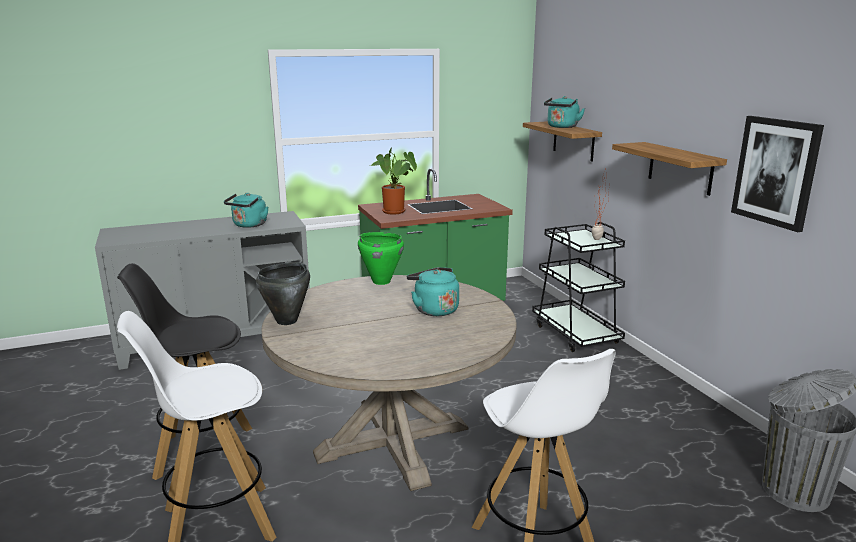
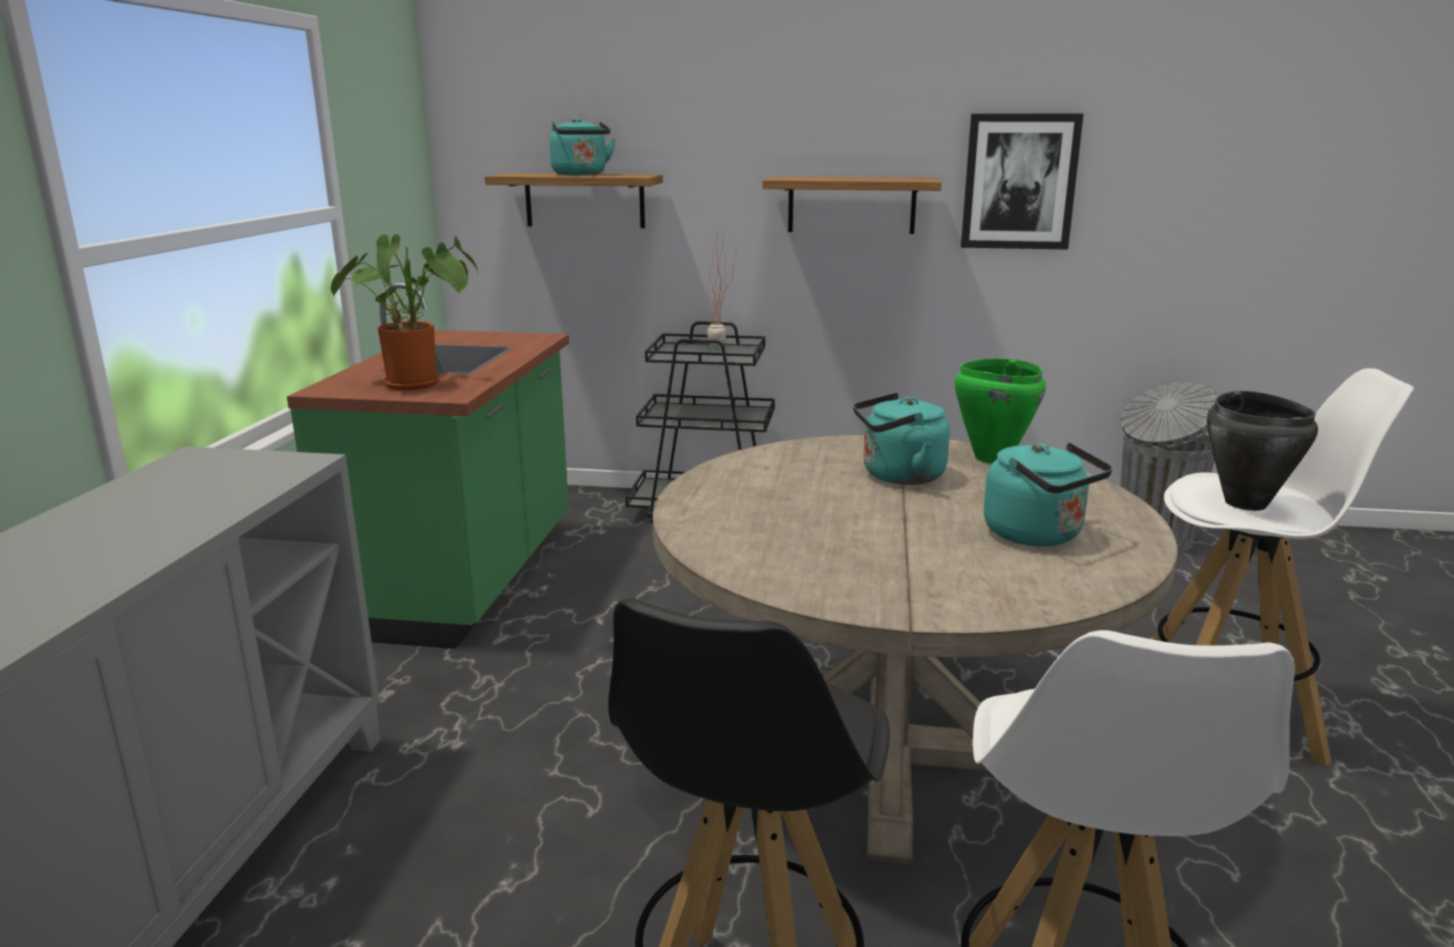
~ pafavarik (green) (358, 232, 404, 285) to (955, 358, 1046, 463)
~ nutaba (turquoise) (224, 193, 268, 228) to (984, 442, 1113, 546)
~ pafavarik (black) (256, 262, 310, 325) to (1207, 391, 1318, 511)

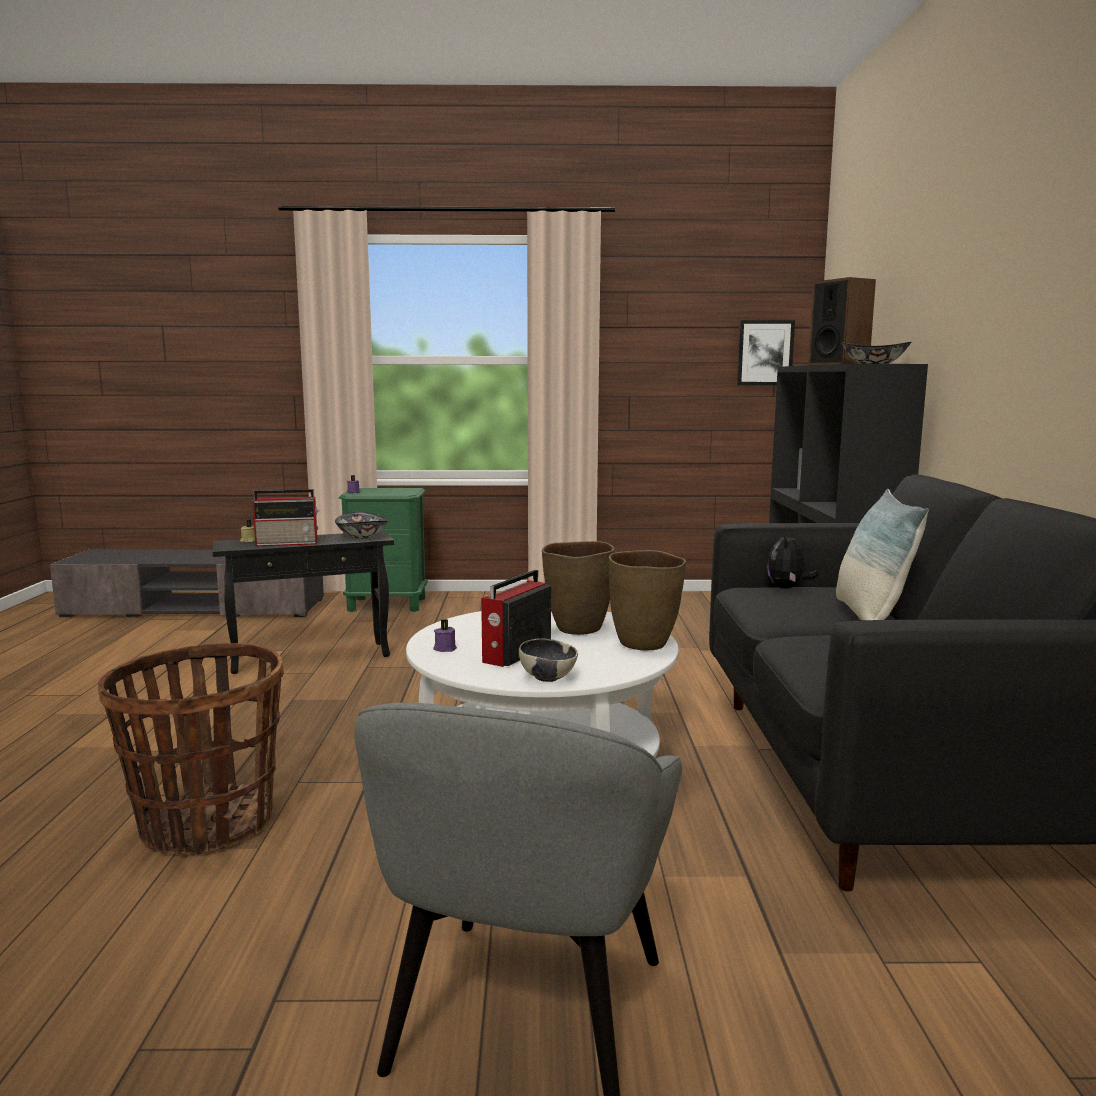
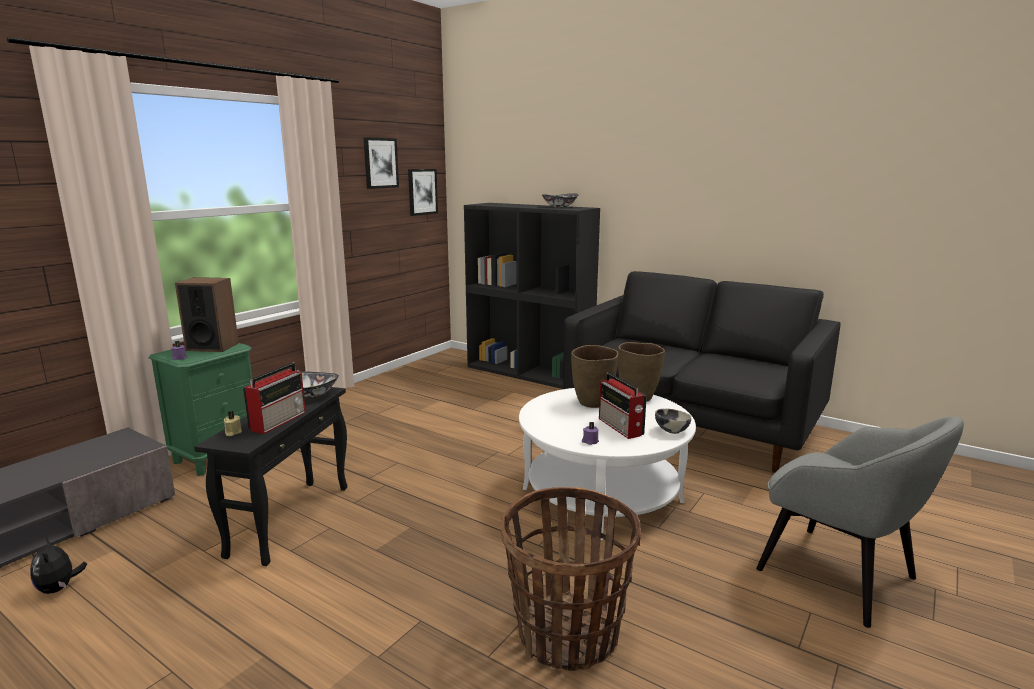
~ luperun (767, 531, 818, 589) to (30, 538, 87, 594)
~ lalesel (808, 277, 876, 365) to (175, 277, 239, 352)
+ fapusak (363, 137, 399, 189)
- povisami (836, 489, 929, 620)

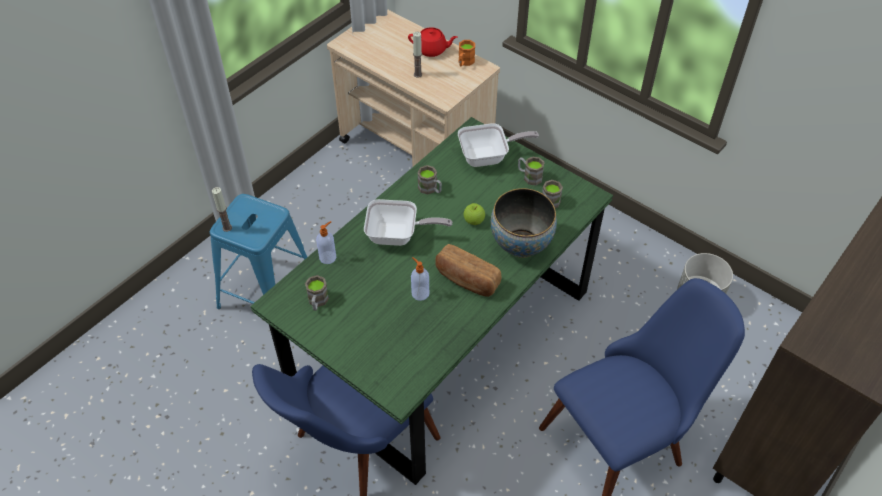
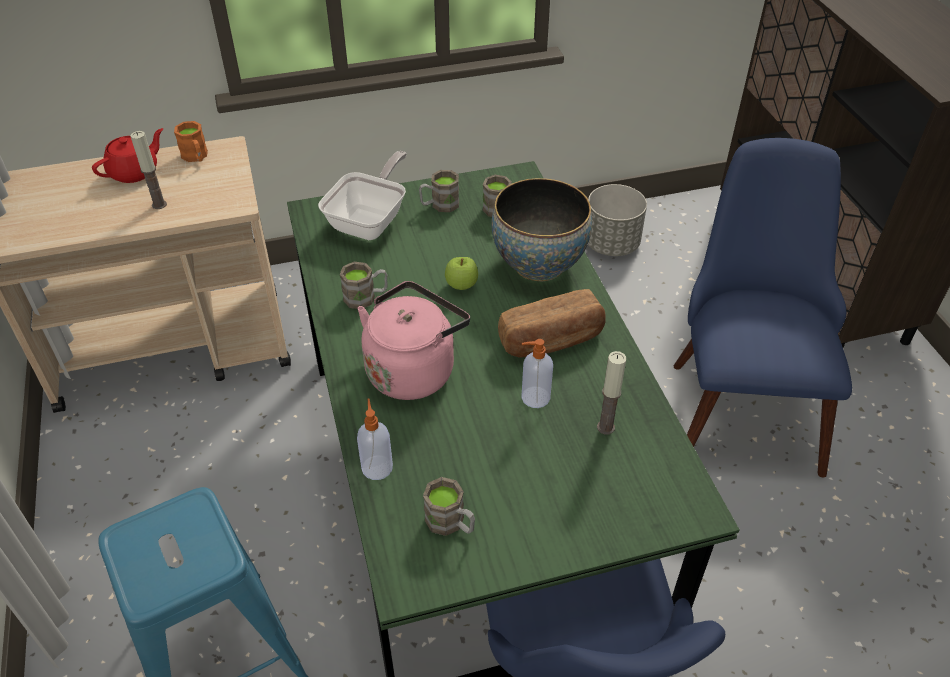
~ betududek (364, 199, 452, 246) to nutaba (pink) (357, 281, 470, 400)
~ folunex (212, 187, 232, 232) to (597, 351, 626, 435)

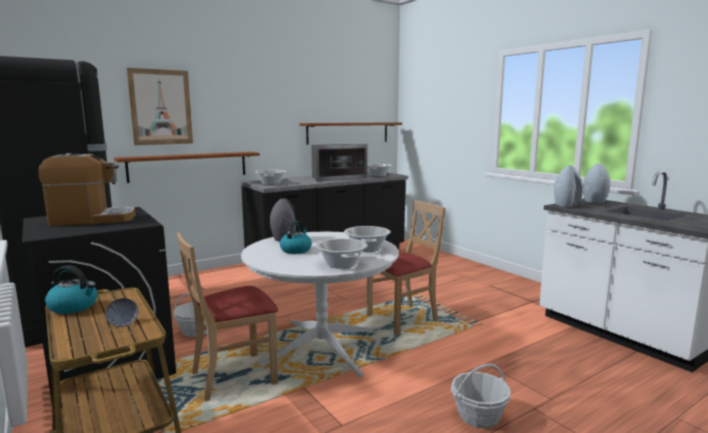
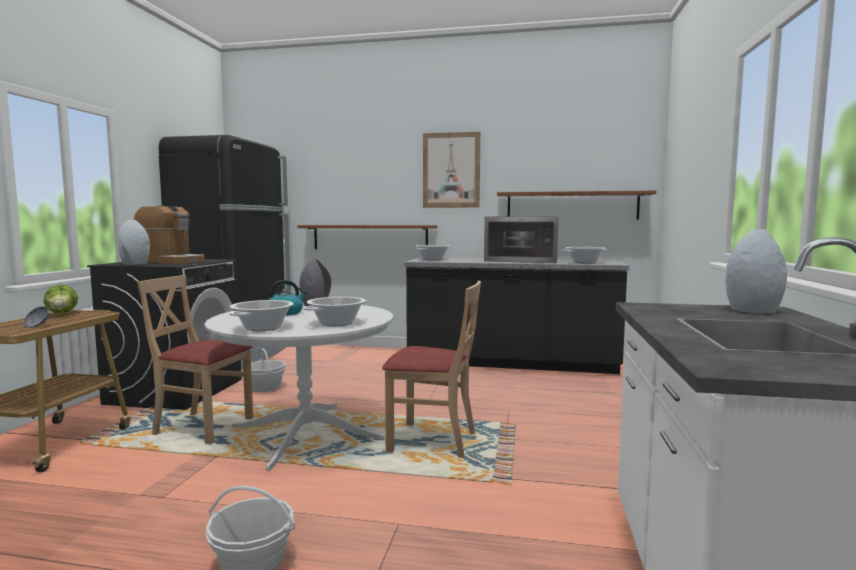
~ nutaba (45, 265, 98, 314) to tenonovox (44, 285, 78, 313)
~ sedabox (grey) (554, 166, 583, 207) to (118, 220, 150, 265)
~ fapusak (127, 68, 193, 145) to (423, 132, 480, 208)

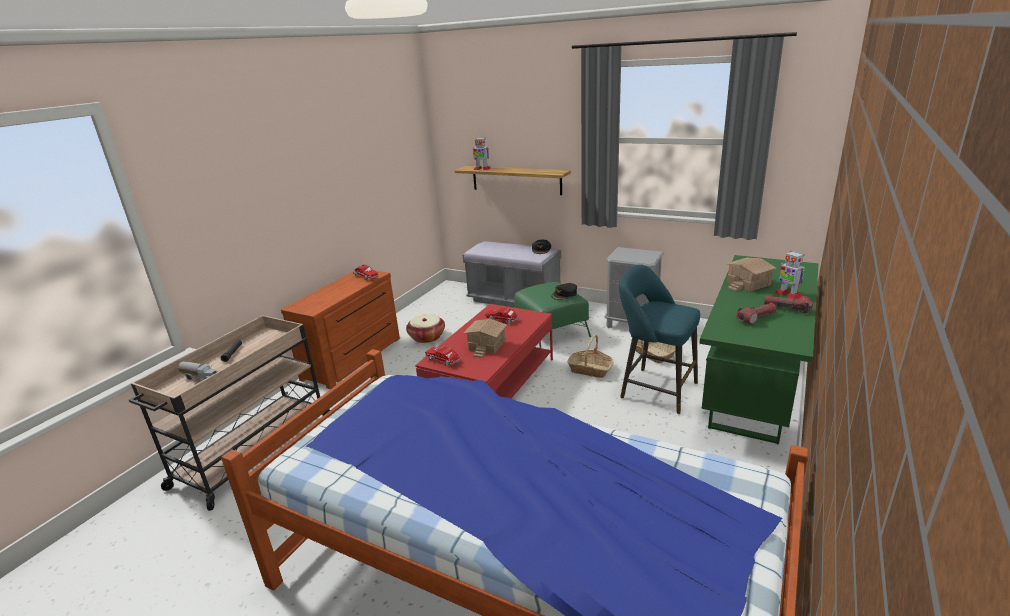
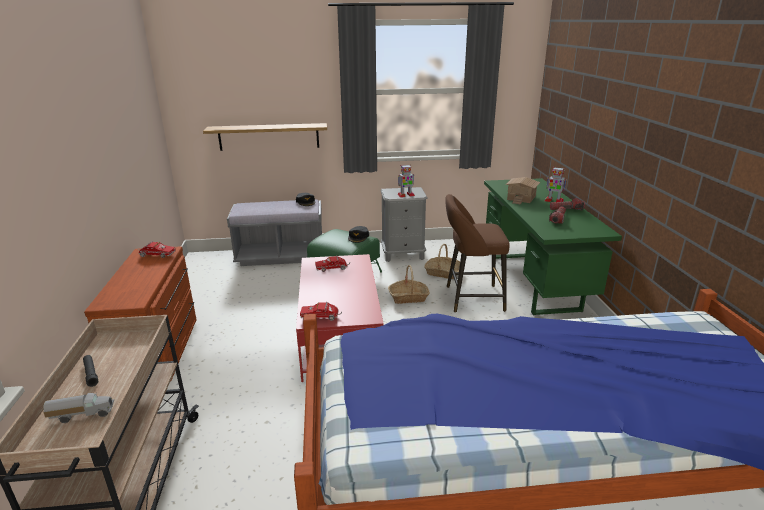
~ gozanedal (473, 137, 491, 170) to (397, 164, 415, 197)
~ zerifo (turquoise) (619, 264, 700, 414) to zerifo (brown) (445, 194, 510, 313)
- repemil (406, 314, 445, 343)
- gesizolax (464, 319, 507, 358)

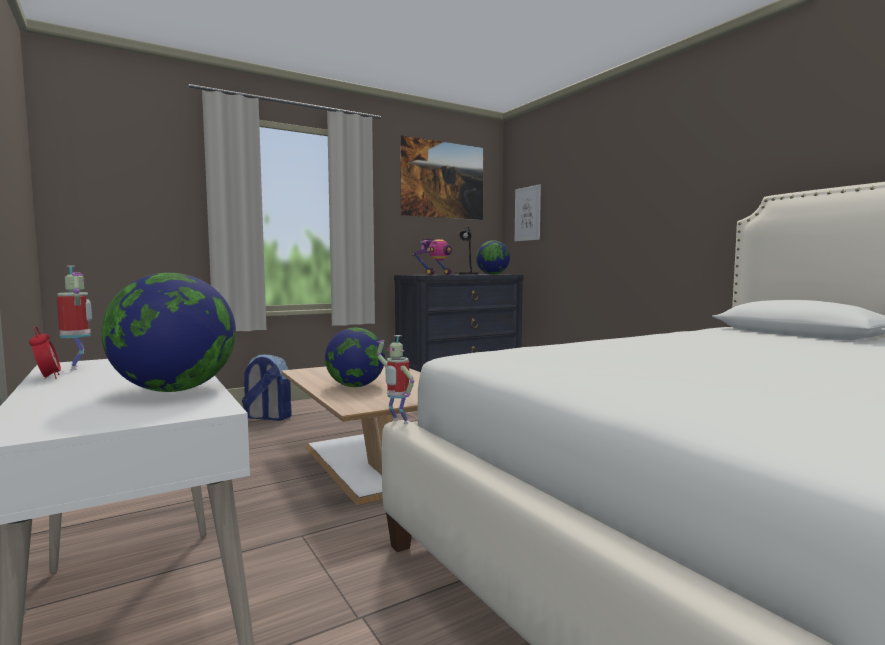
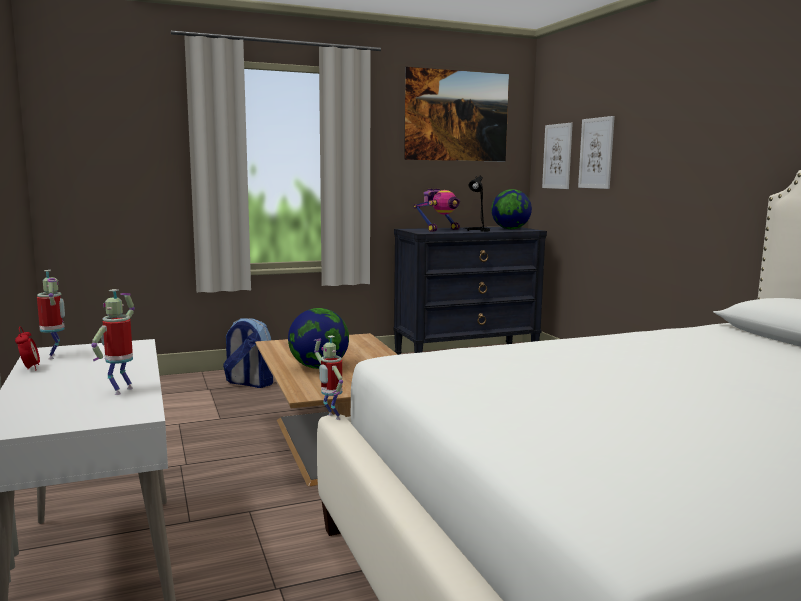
~ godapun (101, 273, 236, 392) to gozanedal (91, 289, 135, 395)
+ fapusak (578, 116, 615, 189)

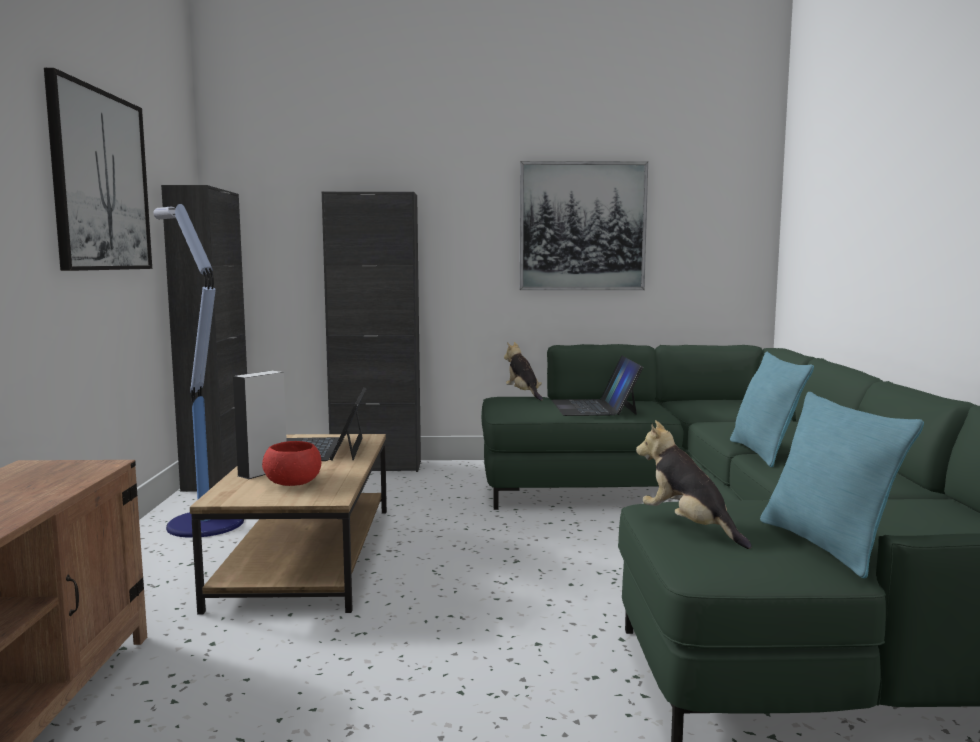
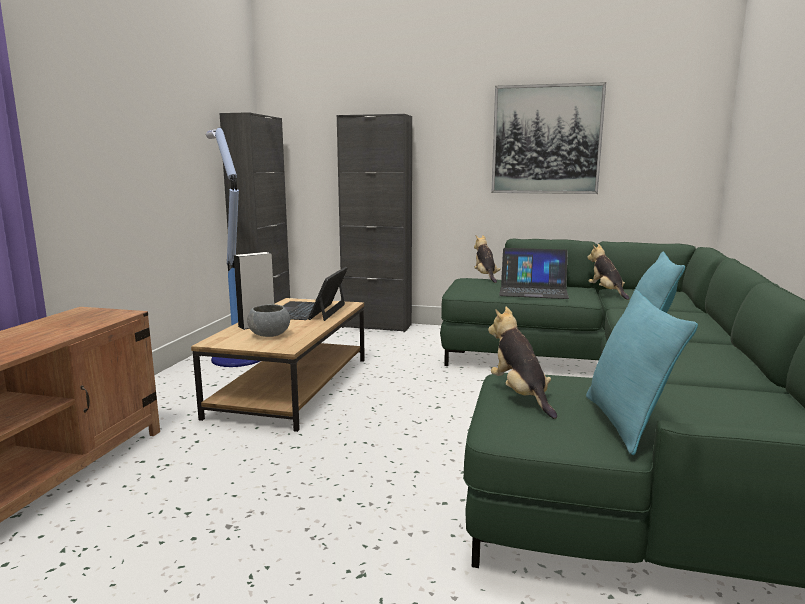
~ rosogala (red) (262, 441, 321, 486) to rosogala (grey) (247, 304, 290, 337)
~ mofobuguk (552, 356, 643, 416) = (499, 248, 569, 299) 90 degrees counterclockwise
+ luperun (587, 244, 629, 300)
- fapusak (44, 68, 152, 271)

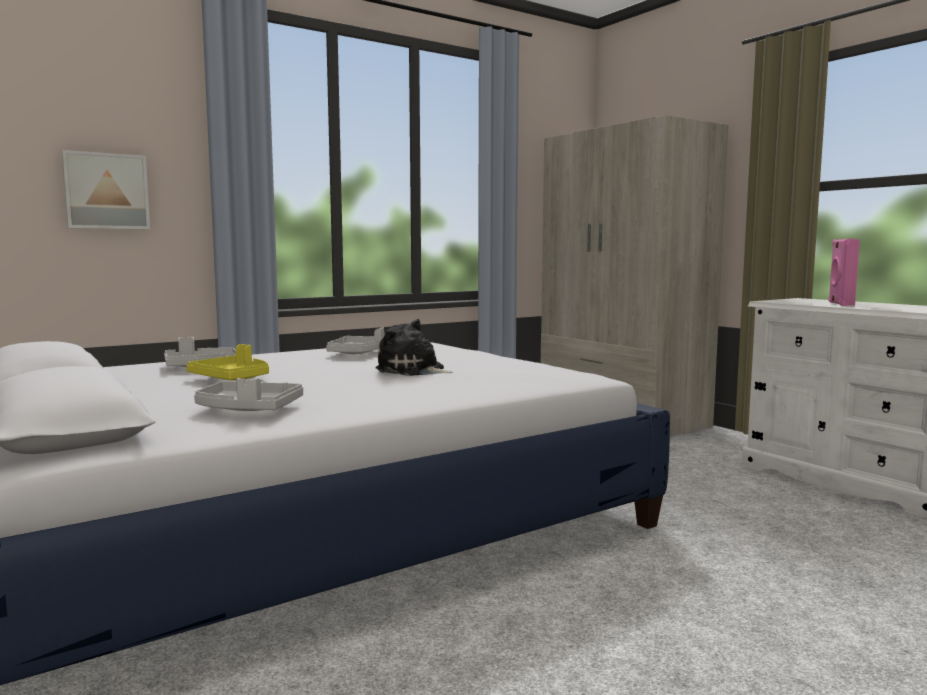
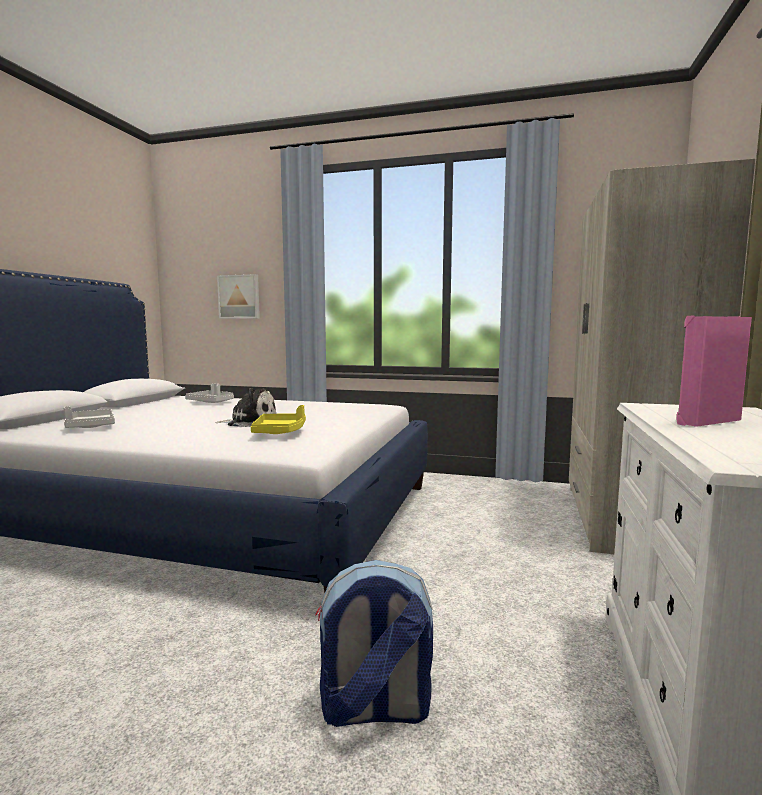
~ luperun (375, 319, 453, 376) = (215, 388, 276, 427) 105 degrees clockwise
~ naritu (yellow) (186, 344, 269, 380) to (251, 405, 306, 434)
+ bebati (315, 560, 433, 727)
- naritu (grey) (326, 328, 384, 354)

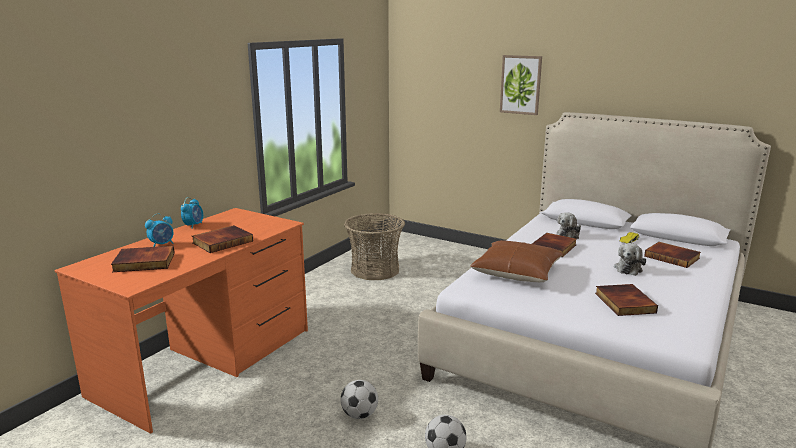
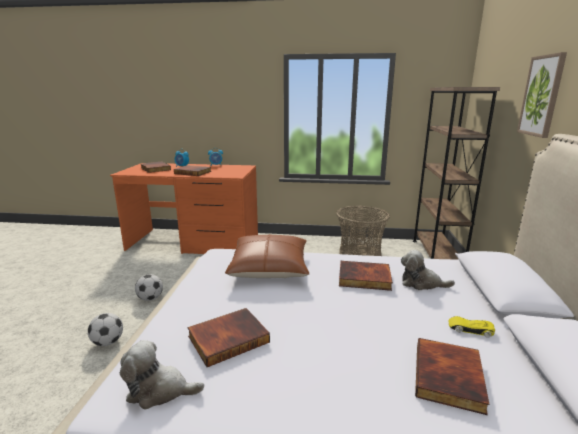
~ luperun (614, 243, 646, 276) to (120, 340, 204, 410)
+ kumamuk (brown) (413, 87, 500, 260)

